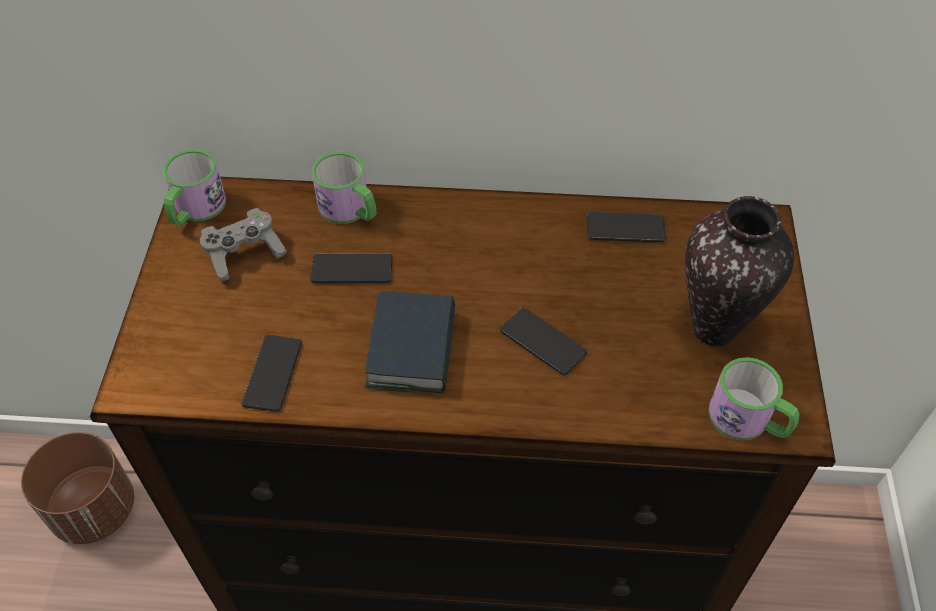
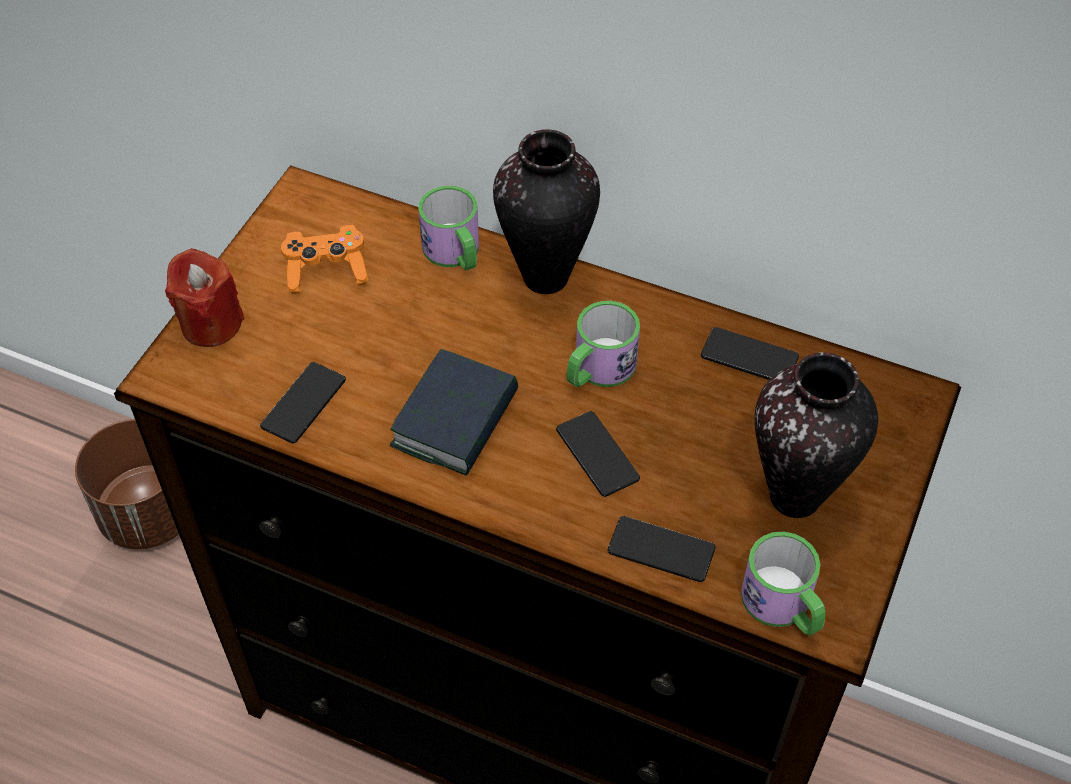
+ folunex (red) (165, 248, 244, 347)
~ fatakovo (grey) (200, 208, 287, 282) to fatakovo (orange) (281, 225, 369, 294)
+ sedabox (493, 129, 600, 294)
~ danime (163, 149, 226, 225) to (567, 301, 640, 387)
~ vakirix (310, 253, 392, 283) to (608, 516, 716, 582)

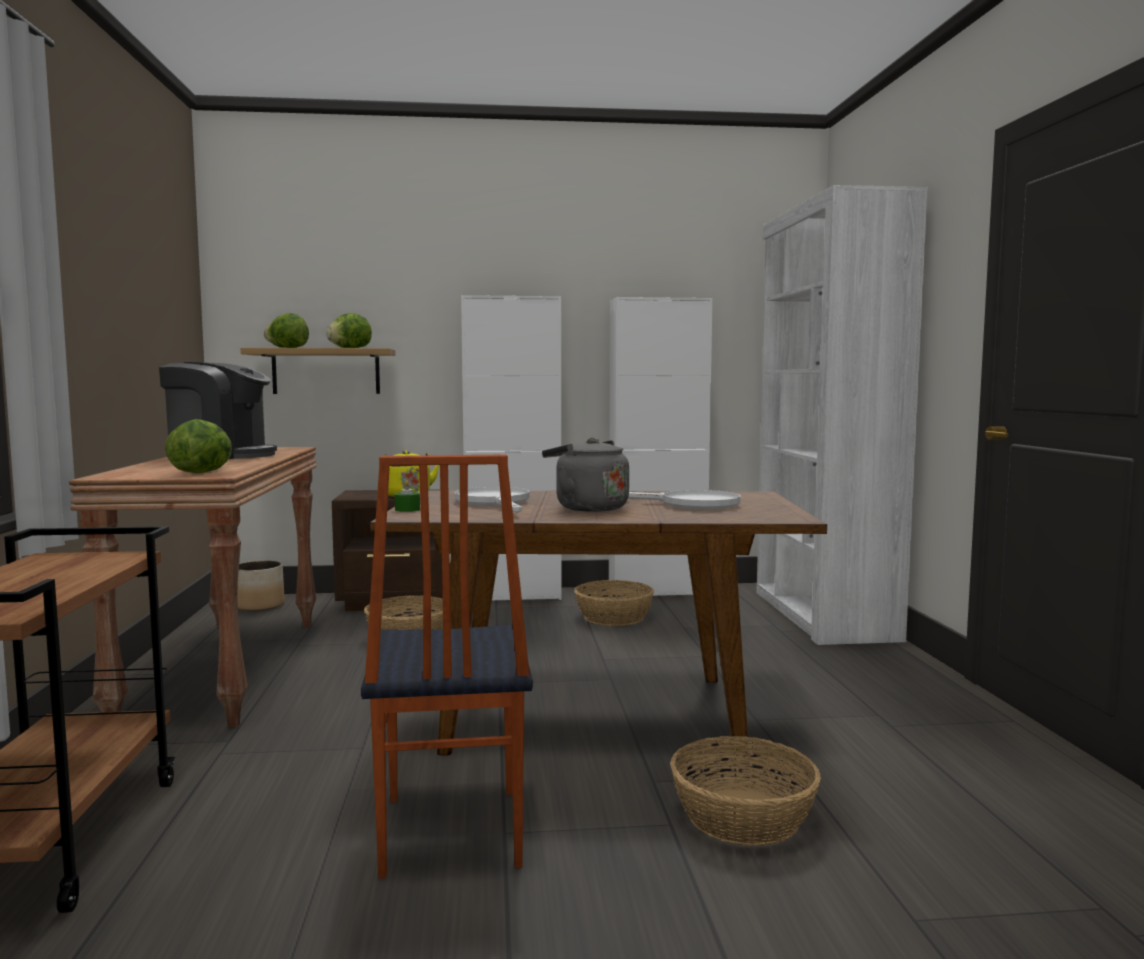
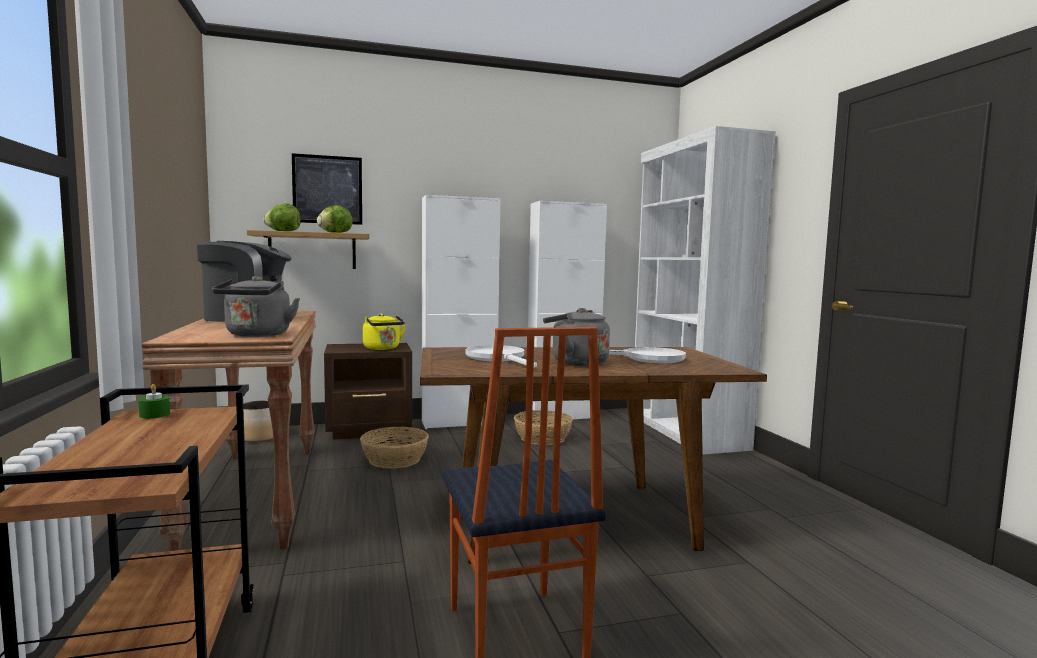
~ folunex (green) (395, 480, 420, 512) to (138, 384, 170, 419)
~ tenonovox (165, 419, 232, 473) to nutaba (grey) (212, 276, 300, 337)
+ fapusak (292, 153, 362, 225)
- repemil (670, 736, 821, 846)

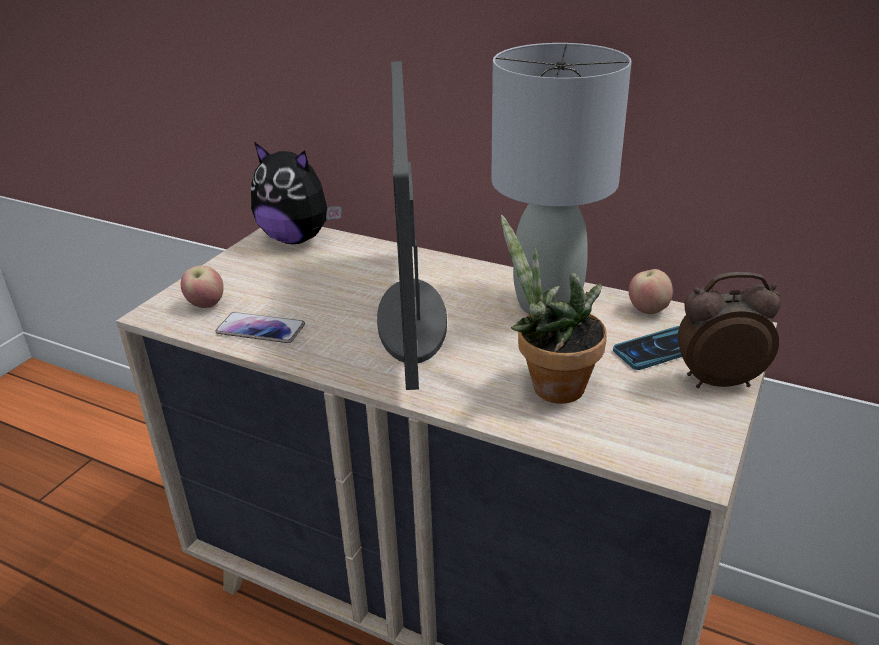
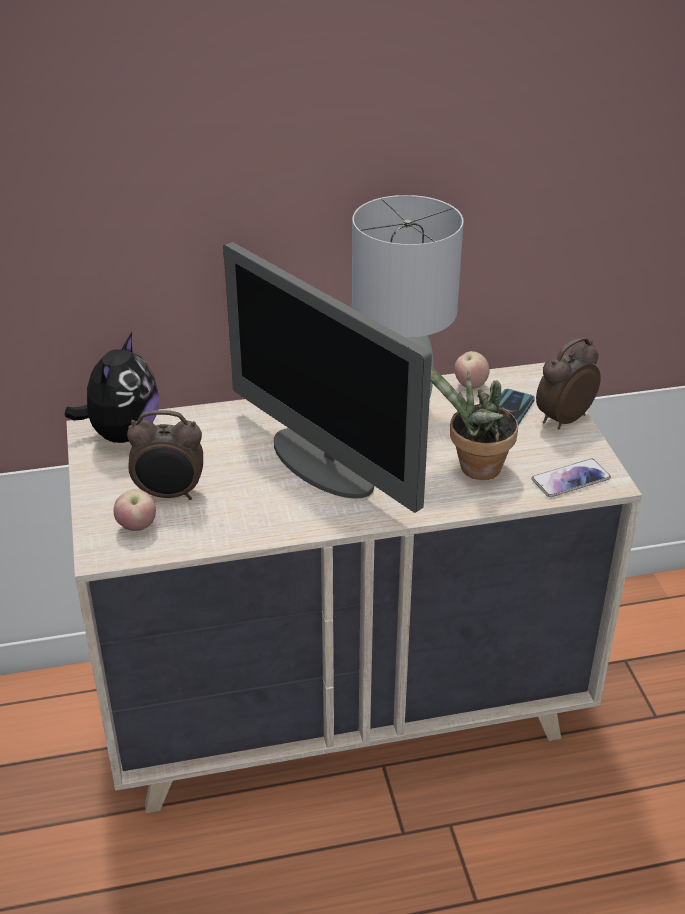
~ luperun (251, 142, 342, 244) = (64, 332, 159, 443) 60 degrees counterclockwise
+ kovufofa (127, 410, 203, 500)
~ vakirix (216, 312, 305, 343) to (532, 459, 611, 497)

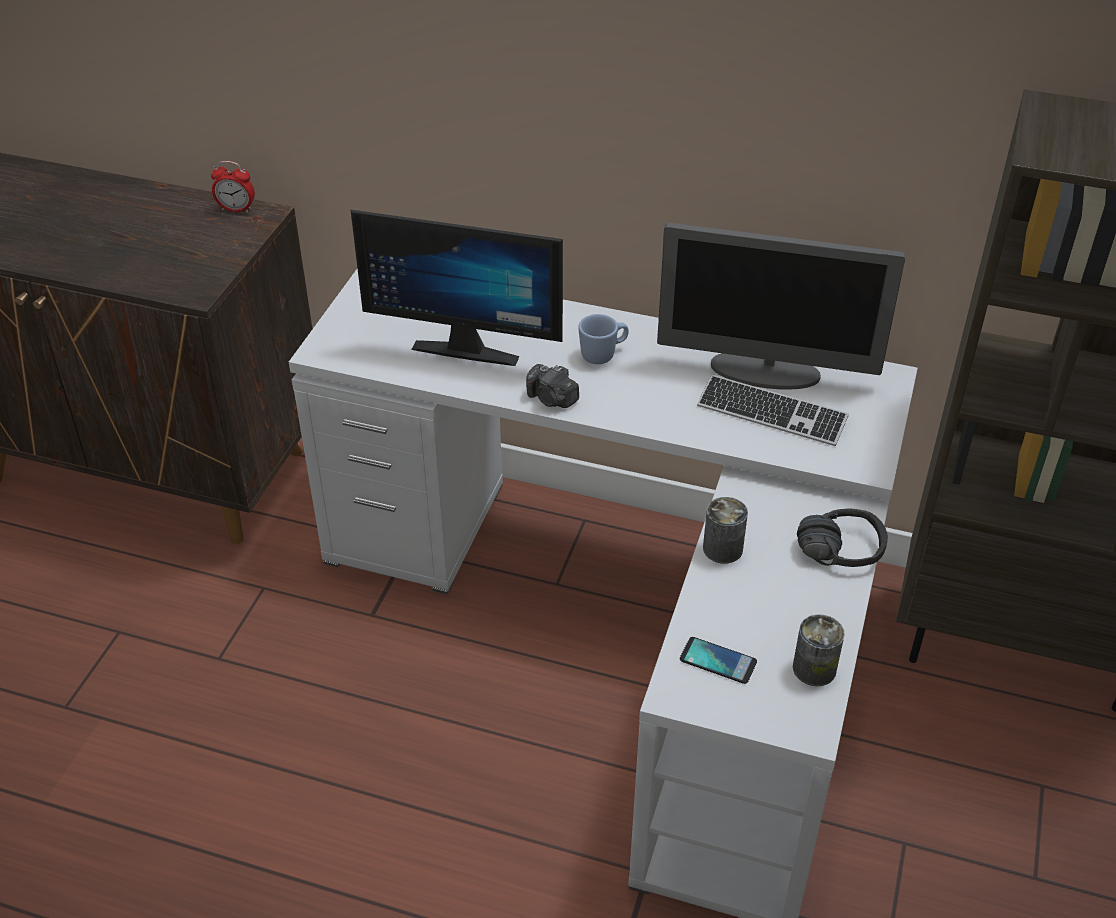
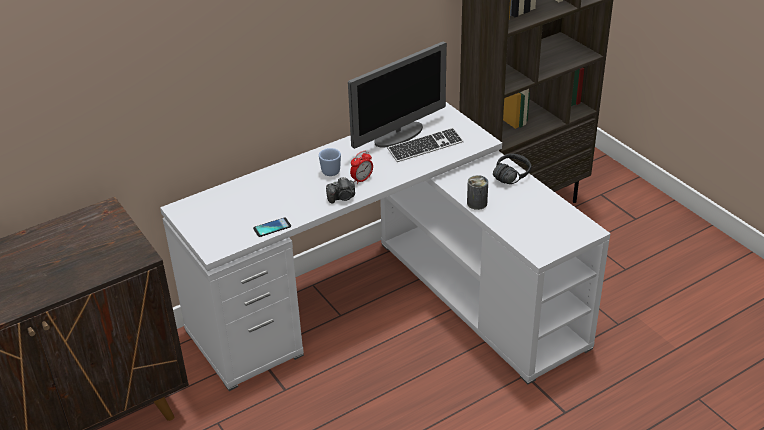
~ vakirix (680, 637, 757, 684) to (253, 217, 291, 237)
~ kovufofa (211, 161, 255, 213) to (350, 151, 373, 184)
- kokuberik (351, 210, 563, 366)
- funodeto (793, 614, 845, 686)

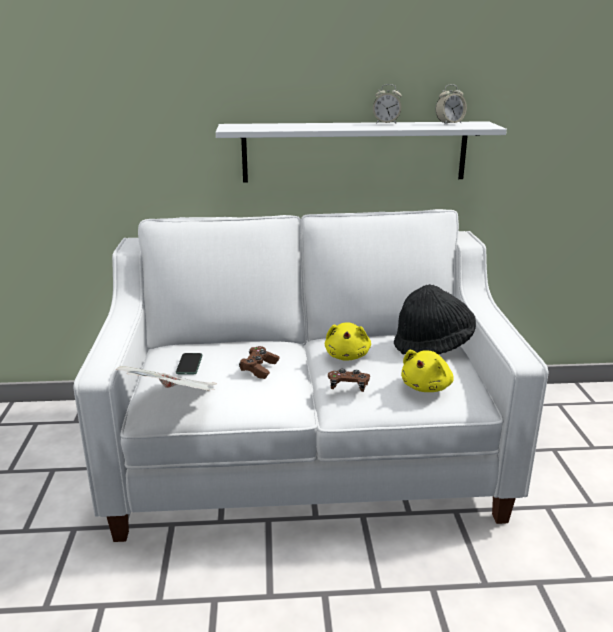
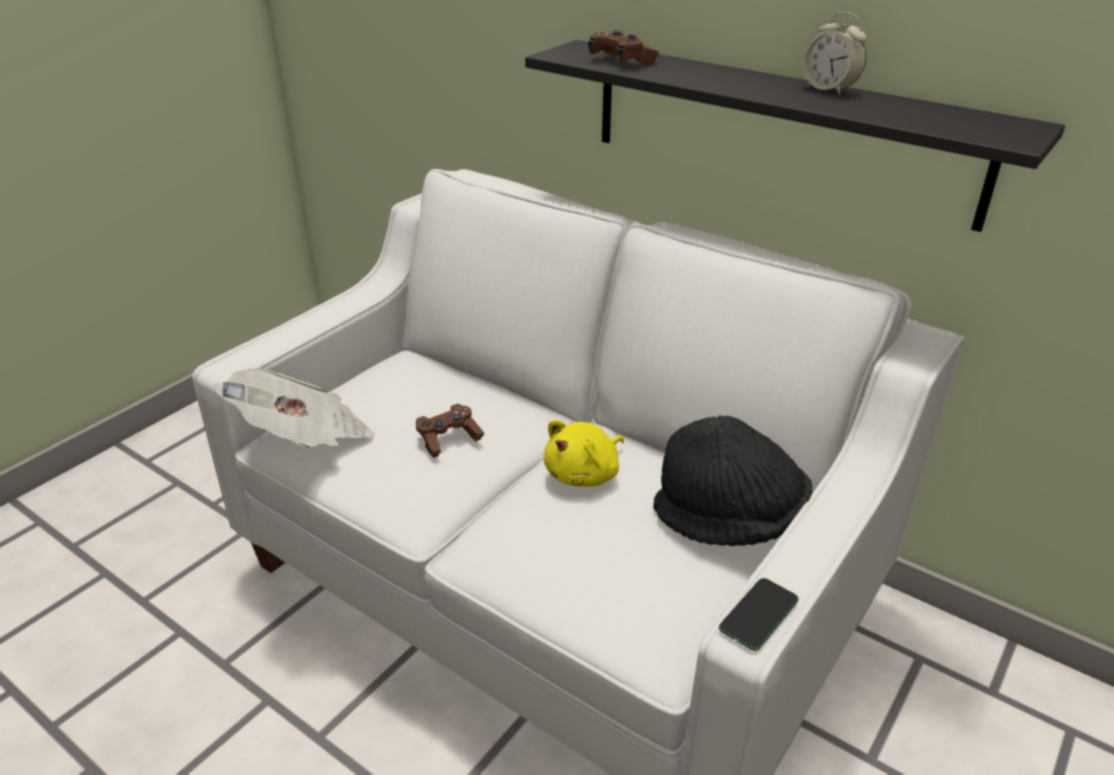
~ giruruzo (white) (216, 121, 507, 183) to giruruzo (black) (525, 40, 1065, 232)
~ fatakovo (brown) (328, 368, 370, 392) to (588, 30, 659, 65)
~ vakirix (176, 353, 202, 374) to (719, 578, 799, 651)
- luperun (yellow) (401, 350, 454, 392)
- kovufofa (435, 84, 467, 125)

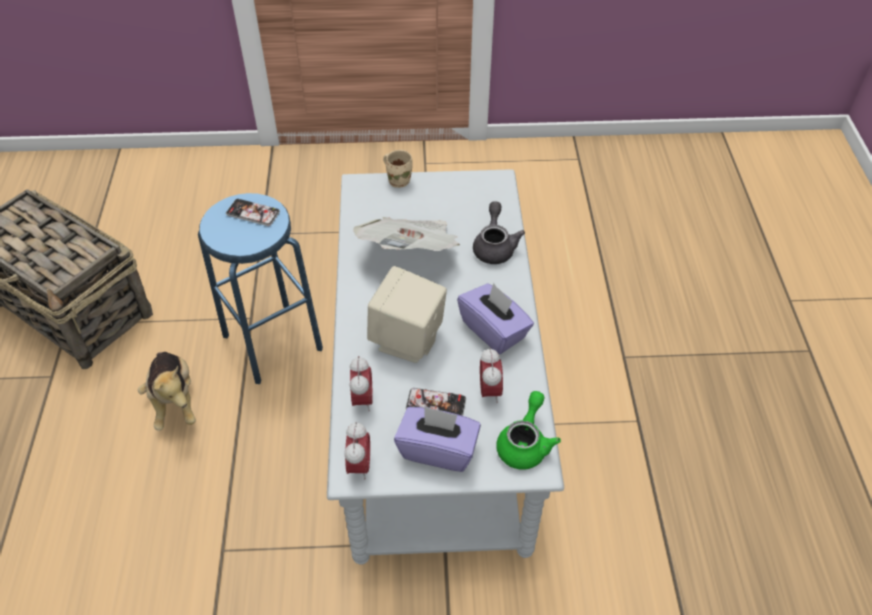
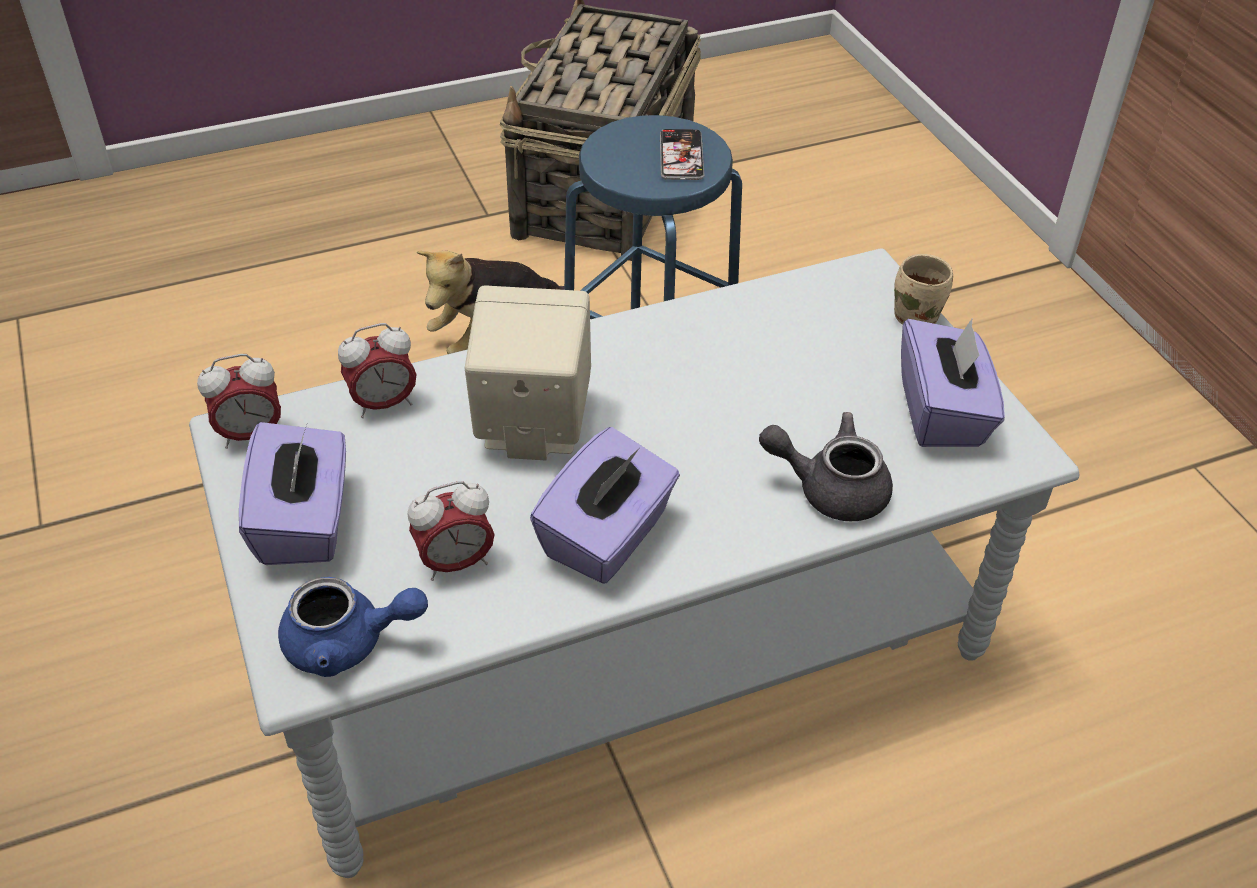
~ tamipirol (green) (496, 391, 561, 469) to tamipirol (blue) (278, 577, 428, 677)
~ tamipirol (grey) (473, 201, 525, 264) = (759, 412, 893, 521) 150 degrees counterclockwise
+ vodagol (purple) (901, 319, 1005, 447)
- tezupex (354, 217, 460, 251)
- vakirix (406, 388, 466, 416)

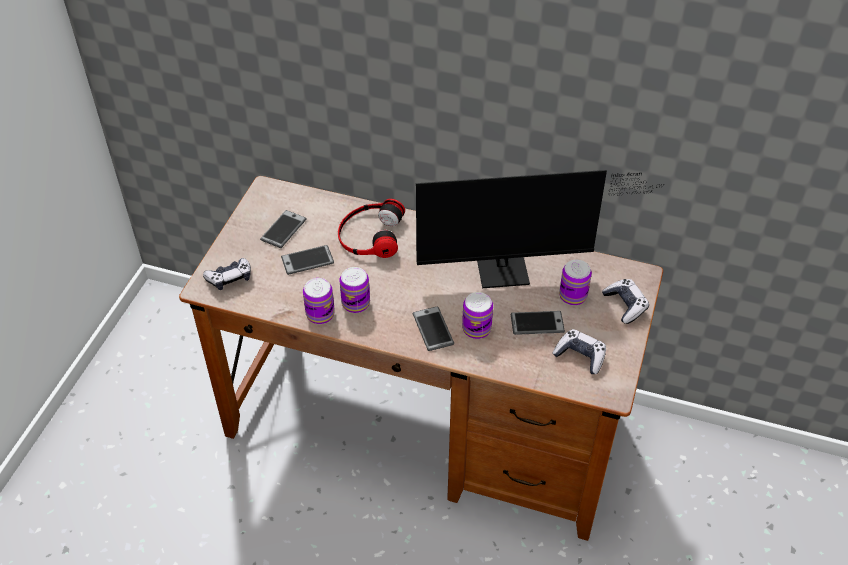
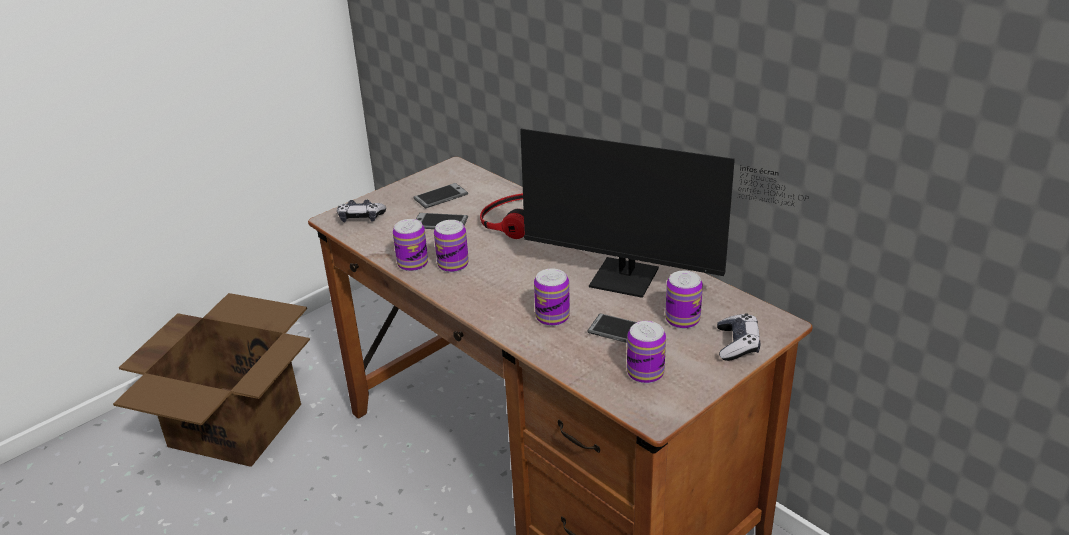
+ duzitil (113, 293, 310, 467)
~ fatakovo (552, 329, 606, 374) to funodeto (627, 321, 666, 384)
- vakirix (413, 306, 454, 351)

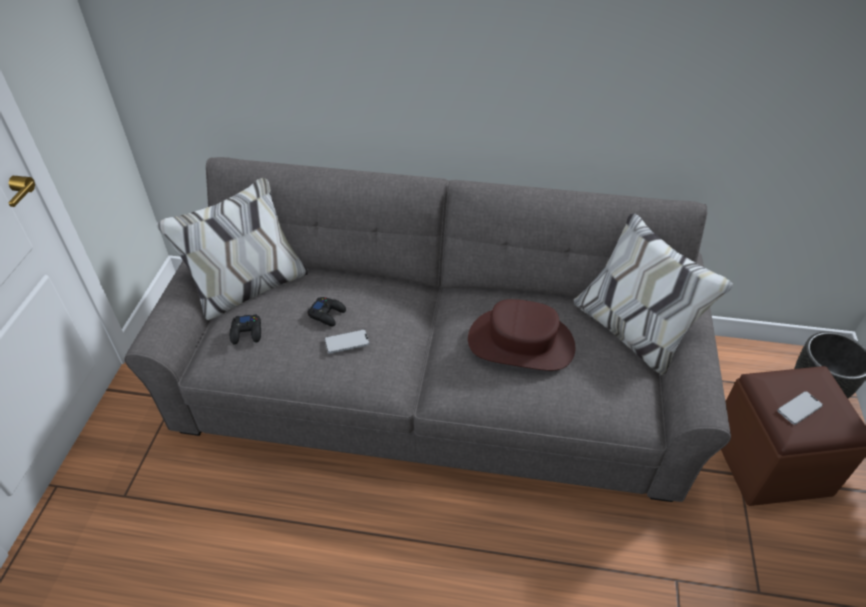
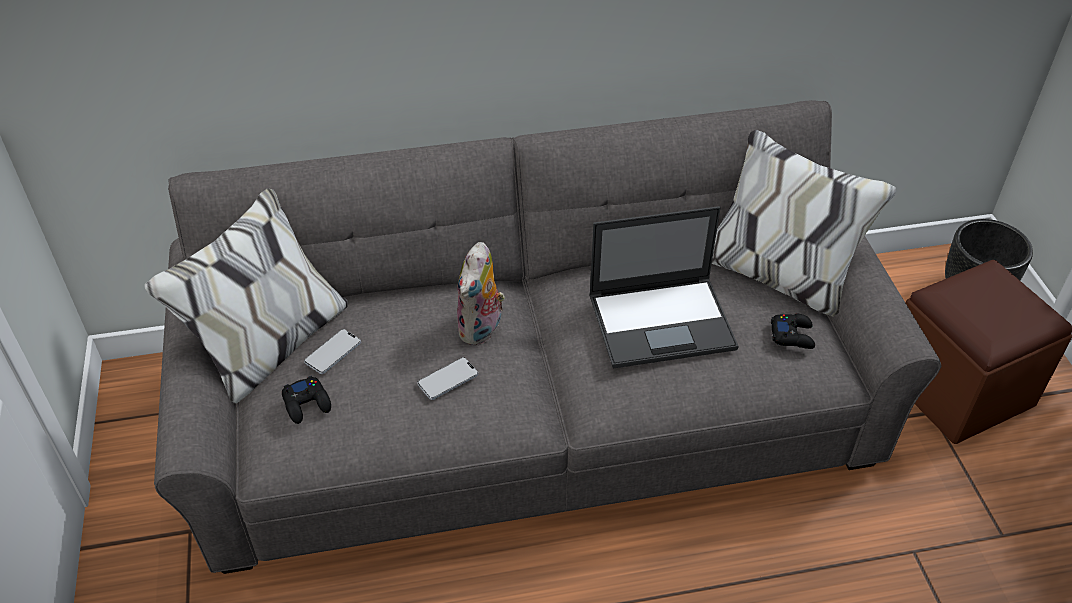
~ vakirix (777, 391, 823, 425) to (304, 329, 361, 374)
+ luperun (457, 242, 505, 346)
~ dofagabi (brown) (468, 299, 575, 371) to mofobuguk (589, 206, 739, 368)
~ fatakovo (black) (307, 297, 346, 327) to (771, 314, 815, 349)

